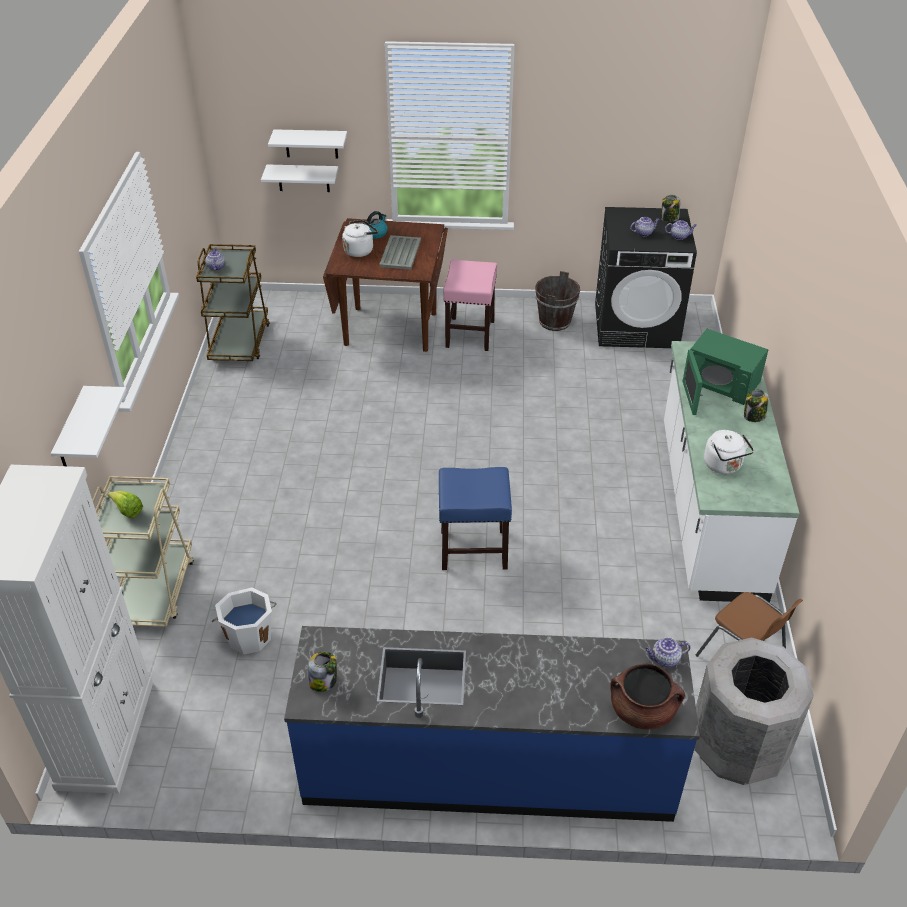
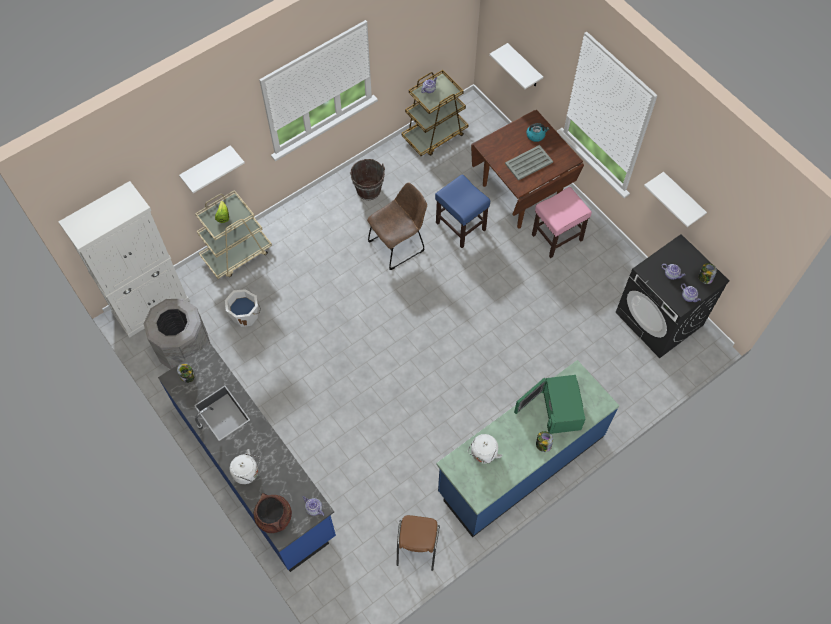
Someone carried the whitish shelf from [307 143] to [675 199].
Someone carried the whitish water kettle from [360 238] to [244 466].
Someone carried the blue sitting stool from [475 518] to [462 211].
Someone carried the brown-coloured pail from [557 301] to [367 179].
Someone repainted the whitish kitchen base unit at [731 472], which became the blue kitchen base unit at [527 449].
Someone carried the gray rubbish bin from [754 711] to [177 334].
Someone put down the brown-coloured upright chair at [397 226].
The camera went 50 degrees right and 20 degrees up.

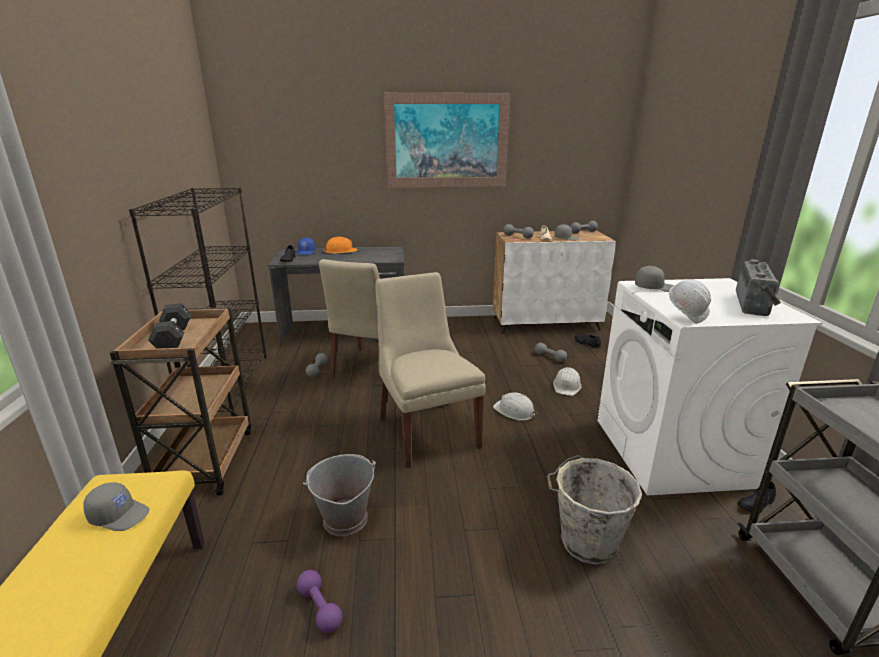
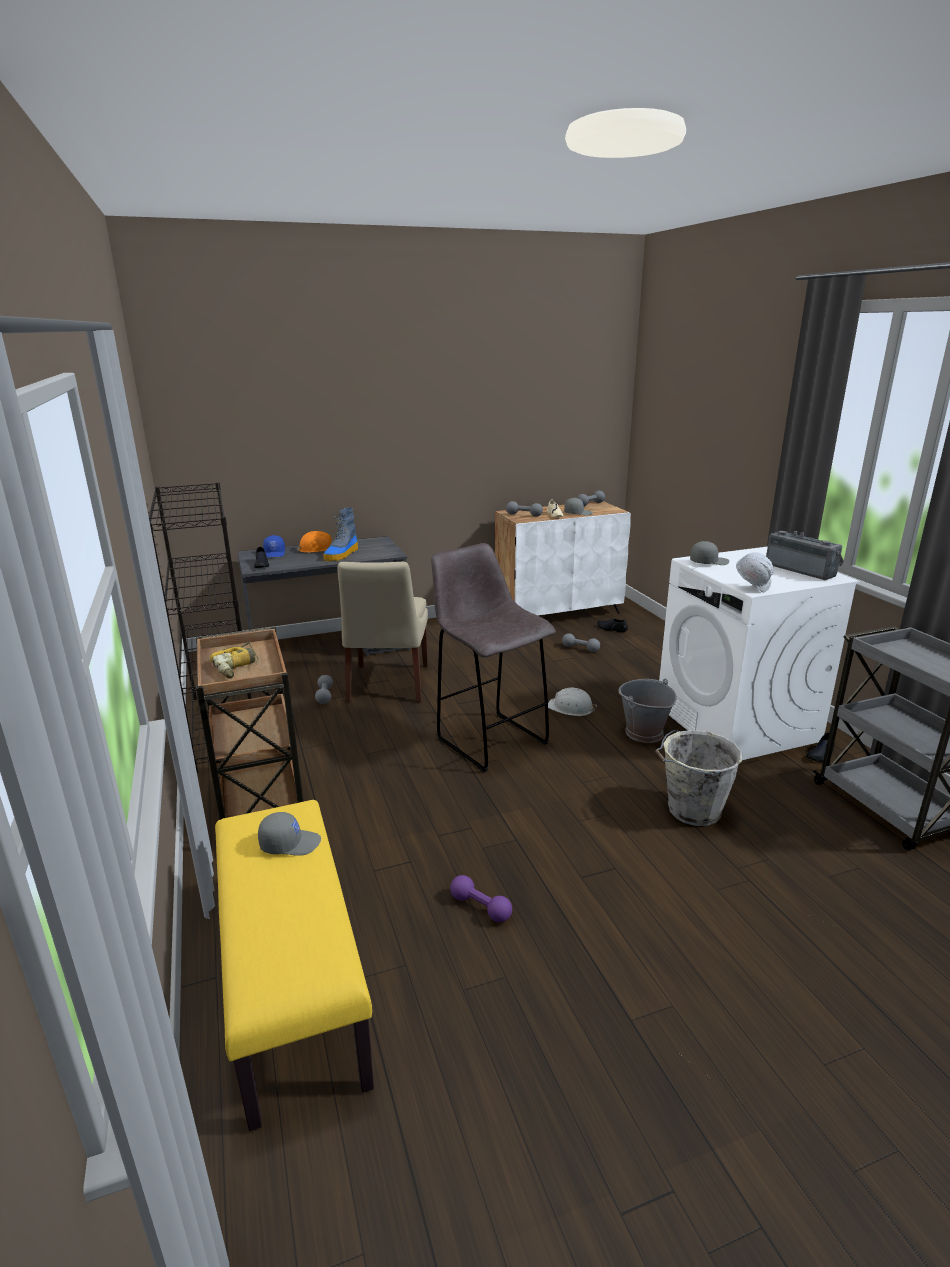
Someone swapped the black hand weight at [170 326] for the power drill at [234 660].
Someone carried the gray pail from [339 495] to [647 711].
Someone swapped the beige-coloured upright chair at [430 370] for the gray sitting stool at [493 657].
Someone took away the wall art at [447 140].
Someone took away the whitish safety helmet at [567 381].
Someone rotated the radio at [758 288] by 45 degrees counterclockwise.
Someone put down the boot at [340 534].
The camera went 15 degrees left and 0 degrees up.

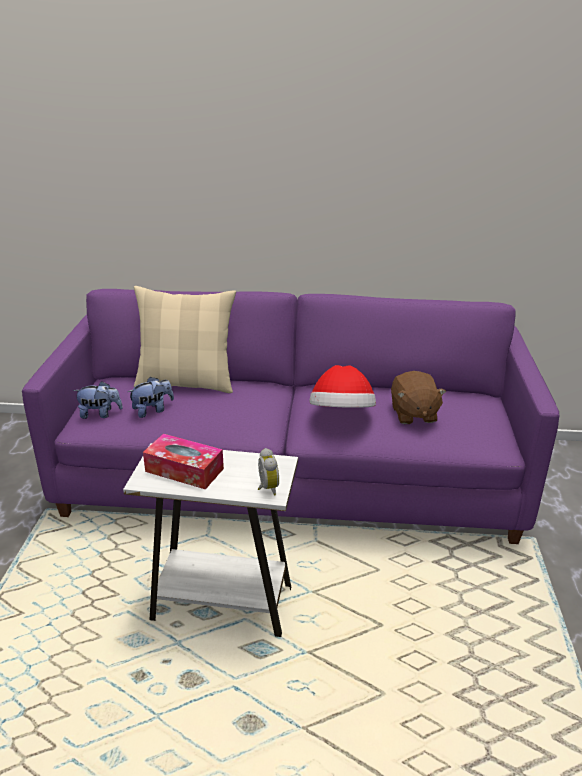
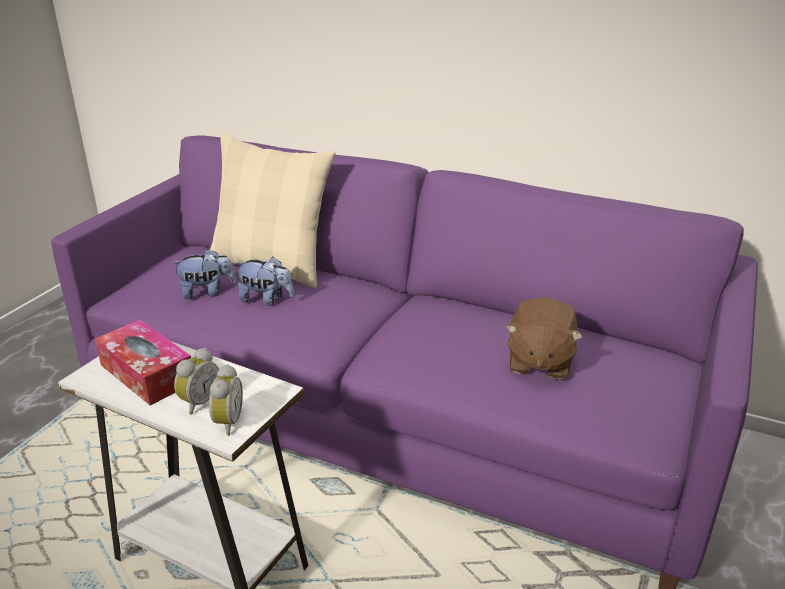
Someone carried the cuddly toy from [98 400] to [264 281].
Someone took away the hat at [343 386].
Someone put down the table clock at [196 381].
The camera went 20 degrees right and 0 degrees up.

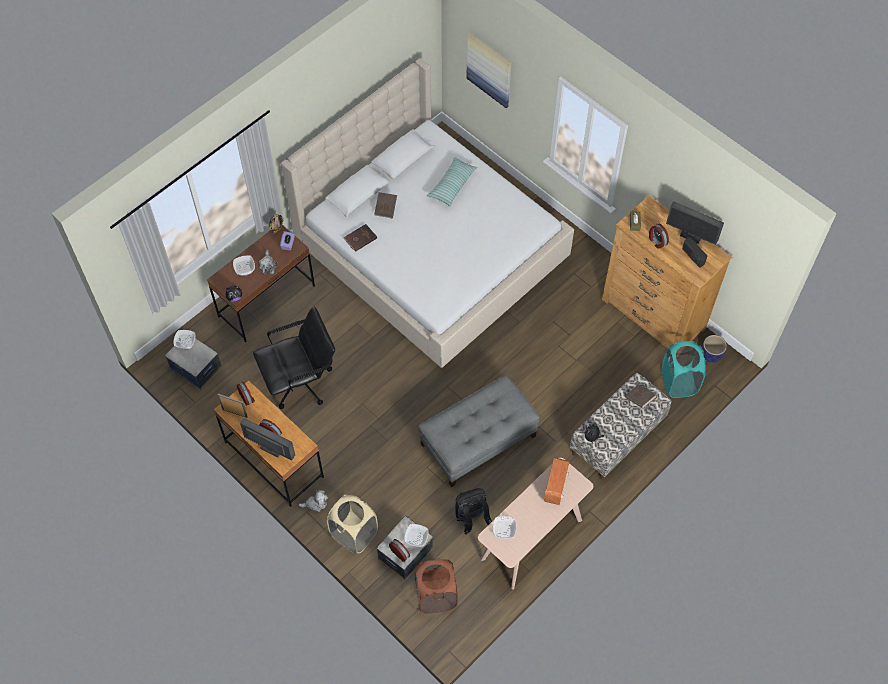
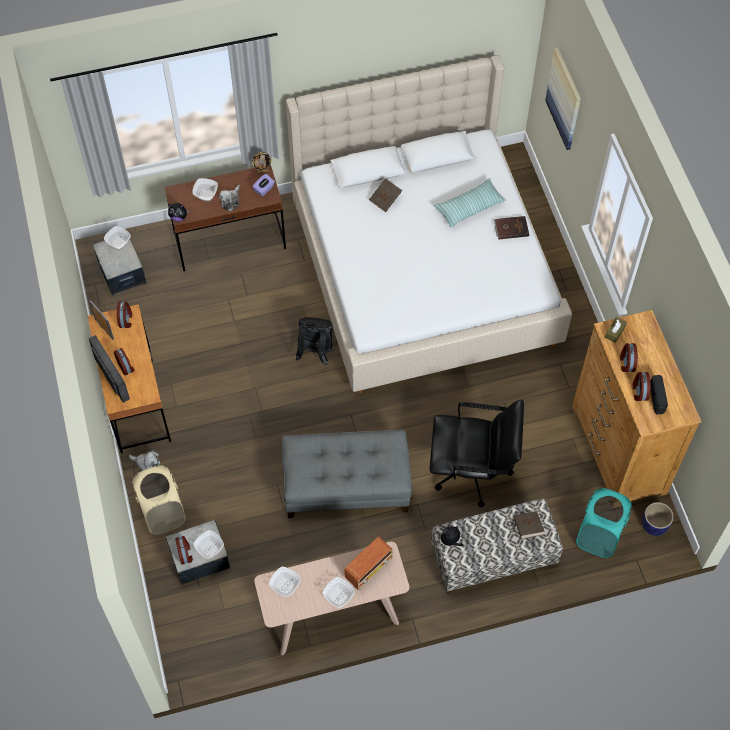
Someone carried the black office chair from [294 358] to [477 453].
Someone carried the brown-coloured book from [360 238] to [511 227].
Someone took away the brown-coloured washing basket at [436 586].
Someone carried the black rucksack from [473 511] to [315 341].
Someone took away the monitor at [695 223].
Someone put down the deep dish at [338 592].
Someone put down the table clock at [641 386].
The camera went 30 degrees right and 0 degrees up.

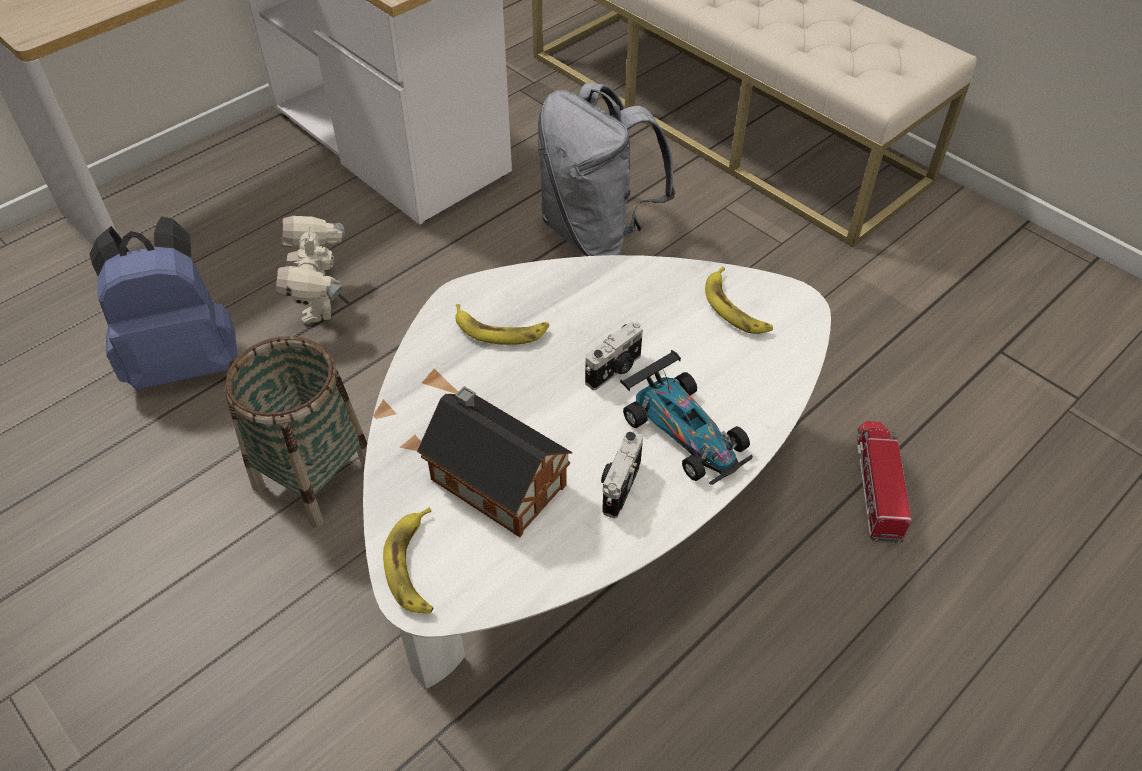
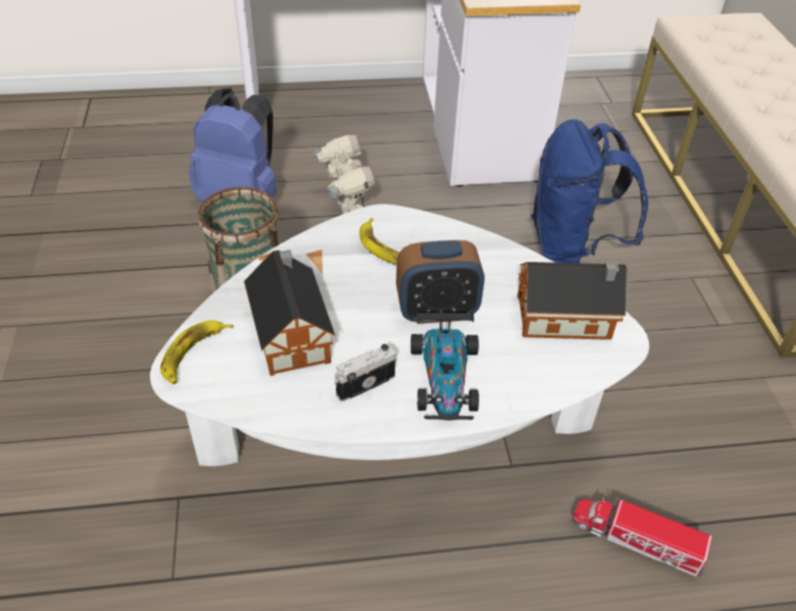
Someone rotated the robot figure at [310 269] by 135 degrees clockwise.
Someone repainted the gray rucksack at [606 169], which became the blue rucksack at [589 191].
Someone swapped the still camera at [614 355] for the table clock at [440 282].
Someone swapped the banana at [739 300] for the miniature house at [572 301].
Someone rotated the model truck at [884 482] by 105 degrees counterclockwise.
The camera went 35 degrees right and 5 degrees down.

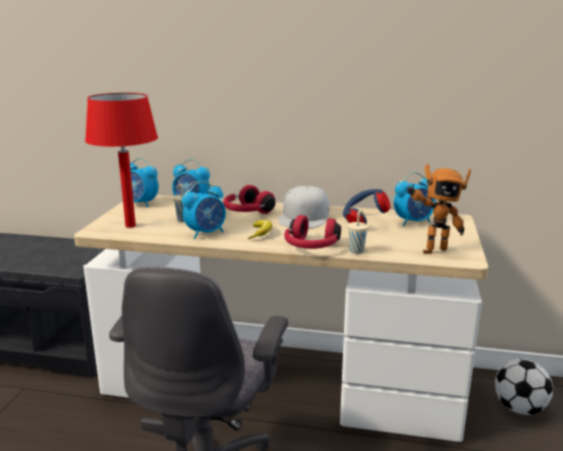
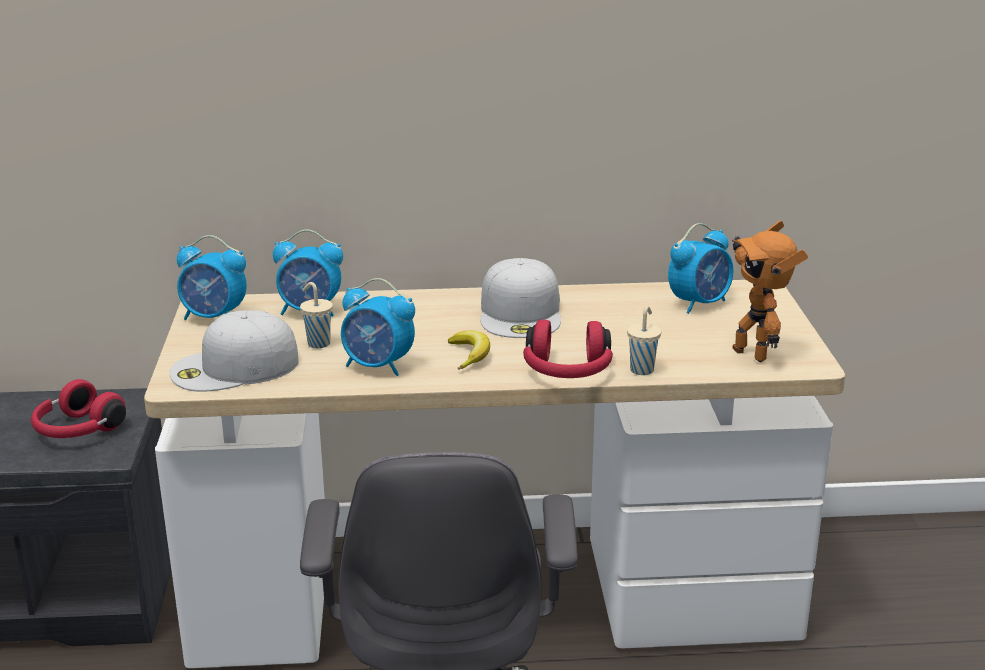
Someone swapped the reddish lamp for a table at [121 160] for the whitish cap at [234 351].
Someone rotated the table clock at [204 210] by 75 degrees clockwise.
Someone carried the reddish headphones from [249 199] to [78 408].
Someone took away the blue headphones at [366 206].
Someone rotated the robot figure at [438 209] by 90 degrees clockwise.
Someone took away the football at [524 387].
The camera went 15 degrees left and 5 degrees up.

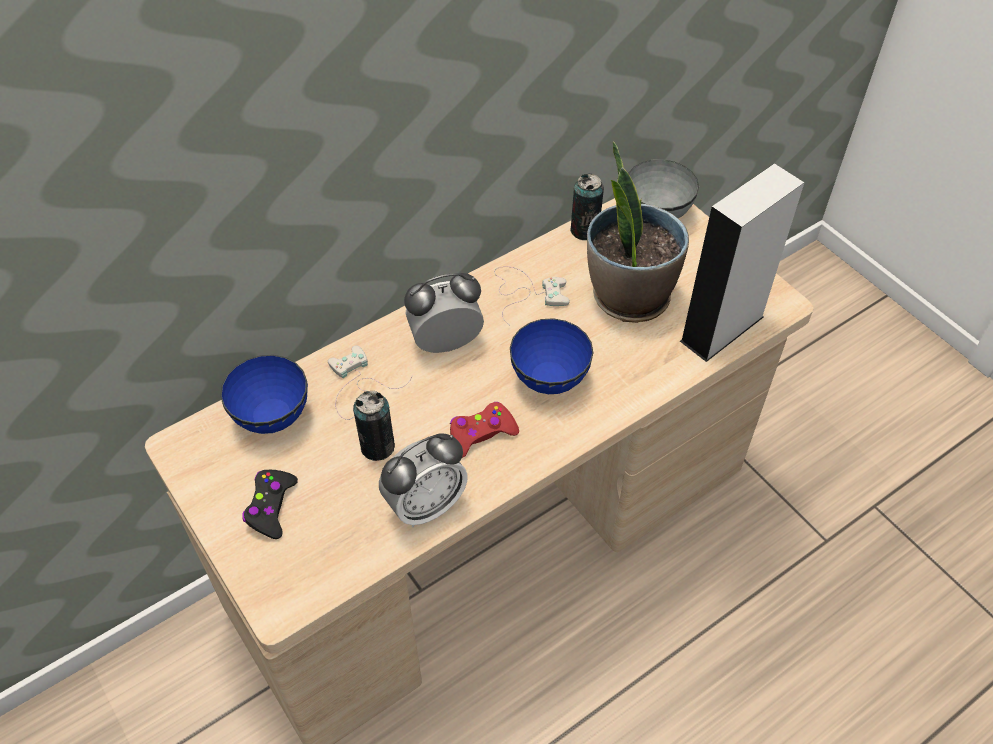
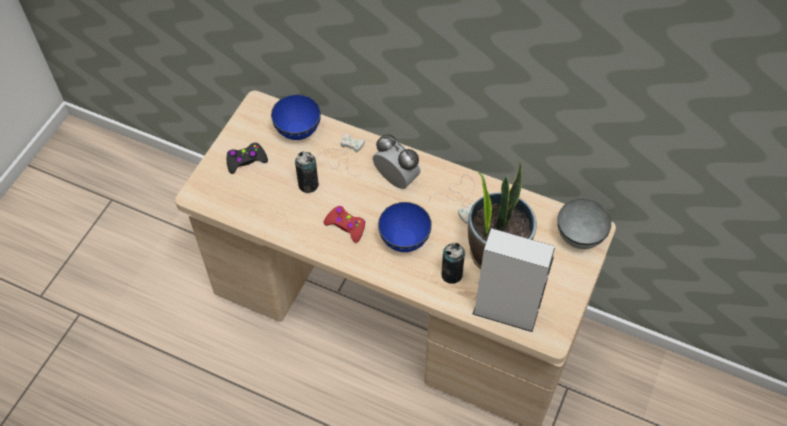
Someone took away the table clock at [423 480].
Someone carried the sealed can from [587 206] to [453 263].
The camera went 60 degrees right and 5 degrees up.

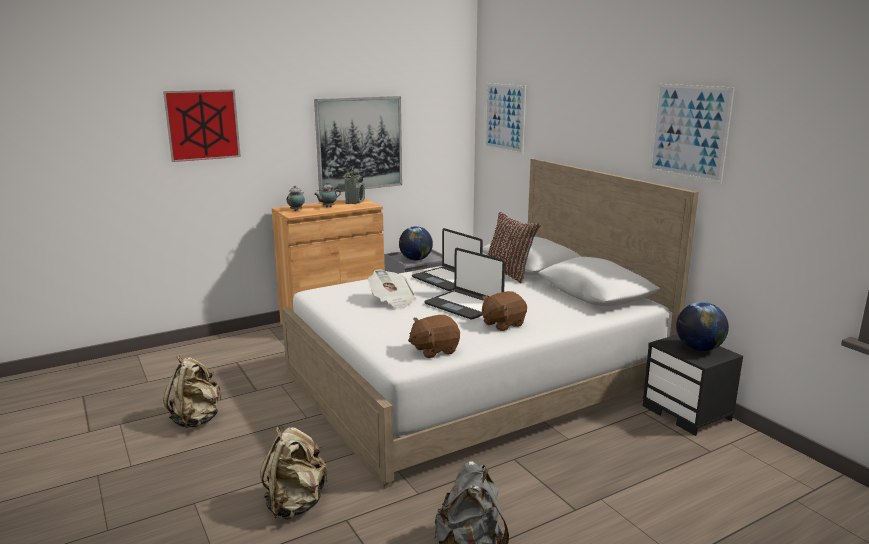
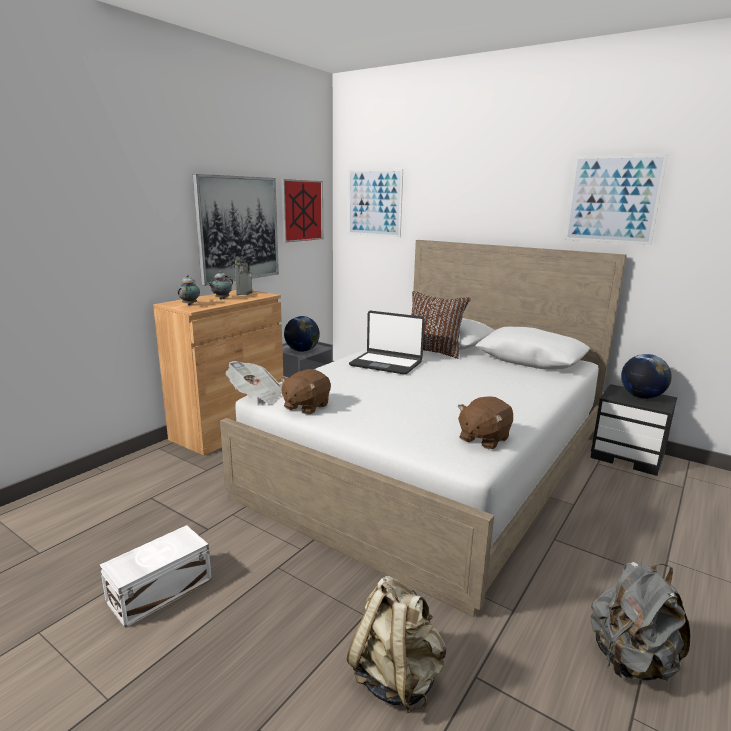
Someone carried the wall art from [202 126] to [302 210].
Someone swapped the beige-coloured rucksack at [192 392] for the whitish storage bin at [156 576].
Someone carried the daily paper from [392 289] to [254 382].
Someone took away the notebook computer at [464 284].
Someone carried the brown-coloured cuddly toy from [504 311] to [305 392].
The camera went 25 degrees left and 0 degrees up.

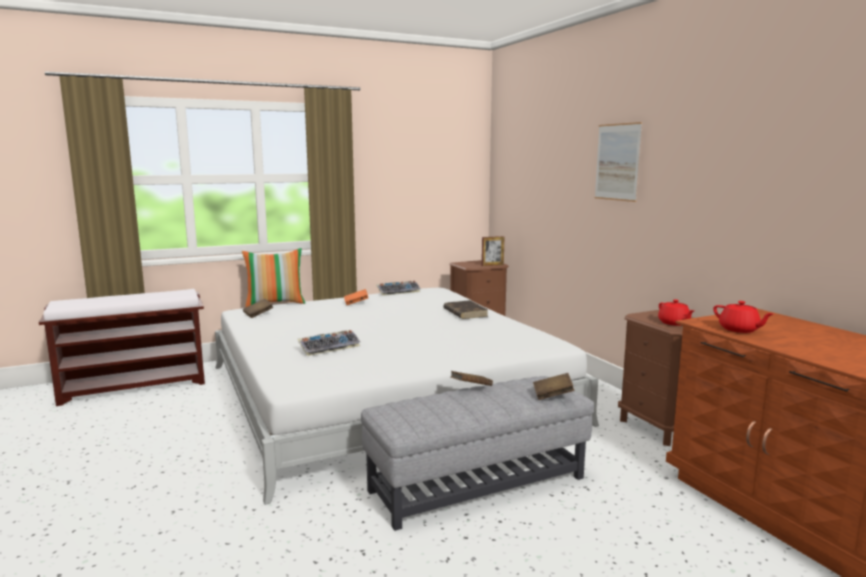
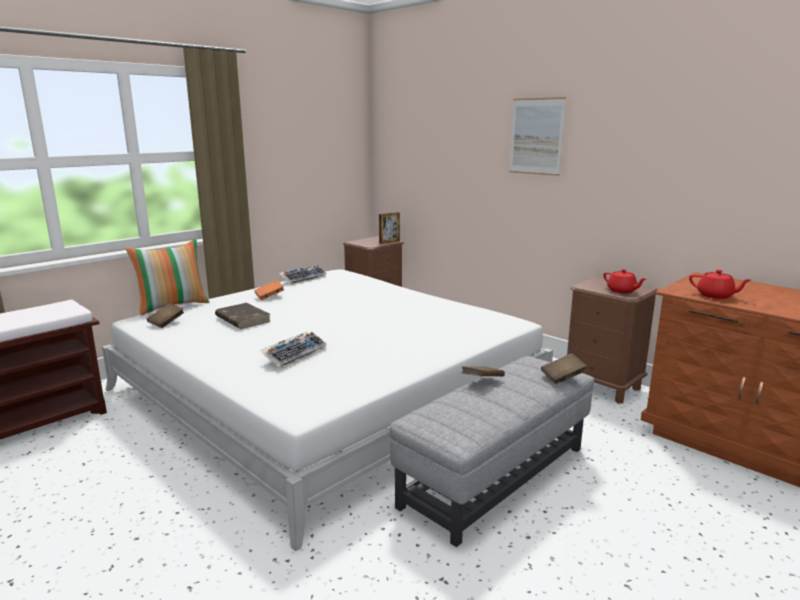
Someone carried the brown-coloured book from [466 309] to [243 316].
The camera went 20 degrees left and 5 degrees up.

